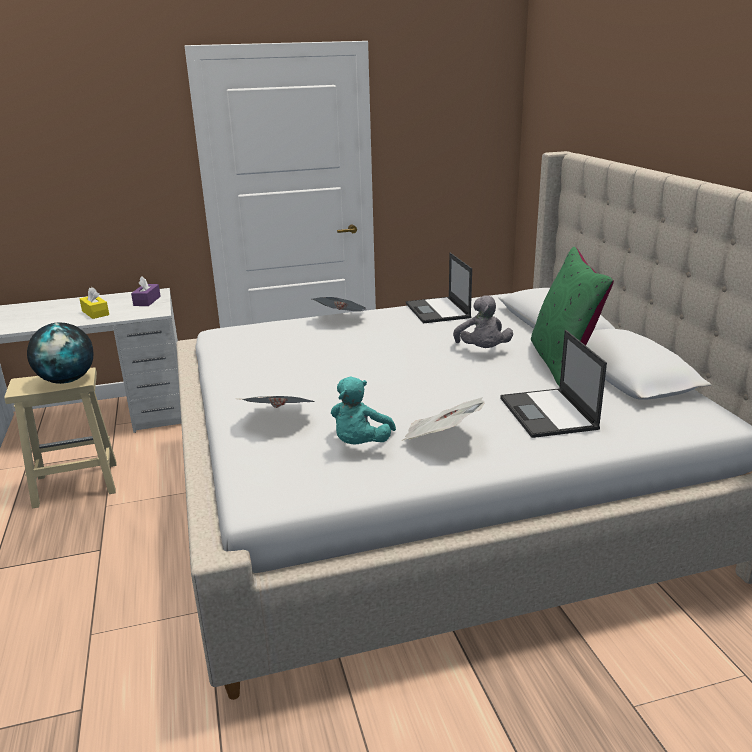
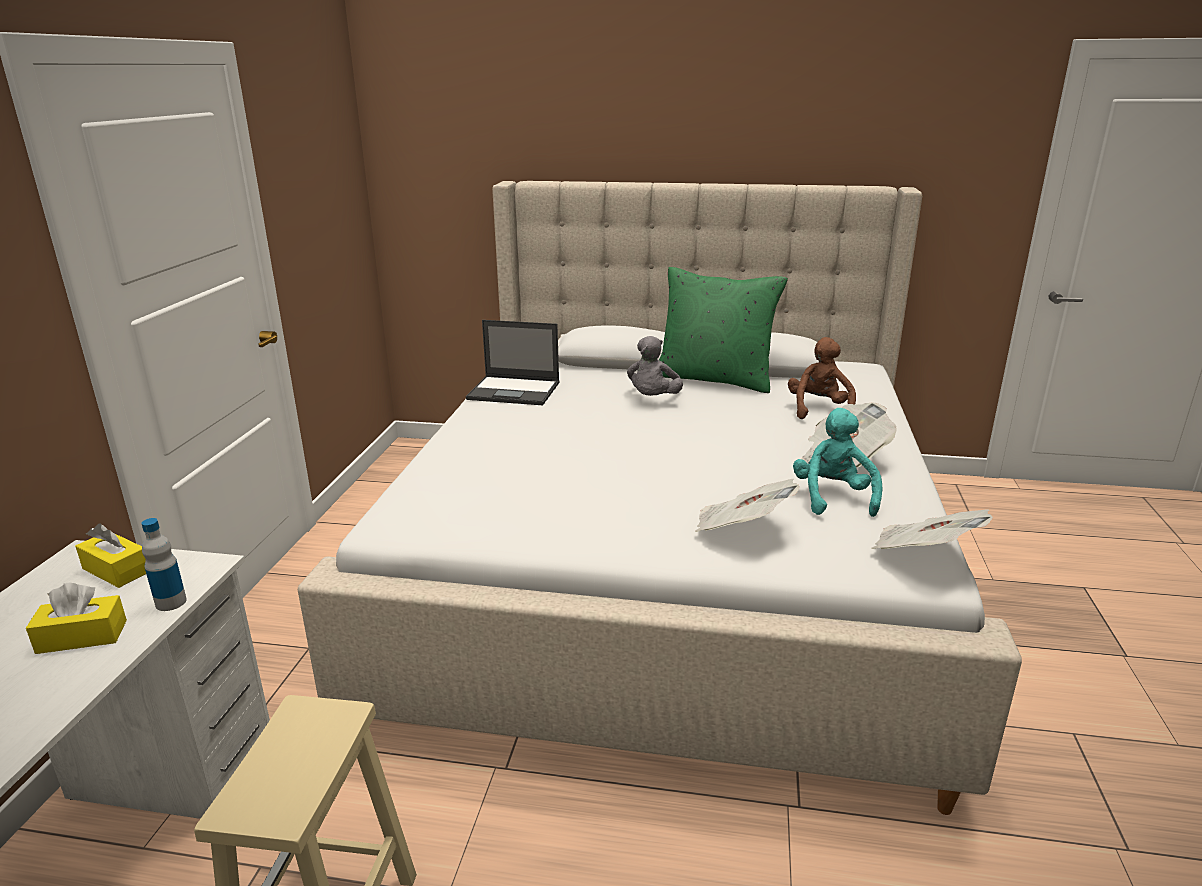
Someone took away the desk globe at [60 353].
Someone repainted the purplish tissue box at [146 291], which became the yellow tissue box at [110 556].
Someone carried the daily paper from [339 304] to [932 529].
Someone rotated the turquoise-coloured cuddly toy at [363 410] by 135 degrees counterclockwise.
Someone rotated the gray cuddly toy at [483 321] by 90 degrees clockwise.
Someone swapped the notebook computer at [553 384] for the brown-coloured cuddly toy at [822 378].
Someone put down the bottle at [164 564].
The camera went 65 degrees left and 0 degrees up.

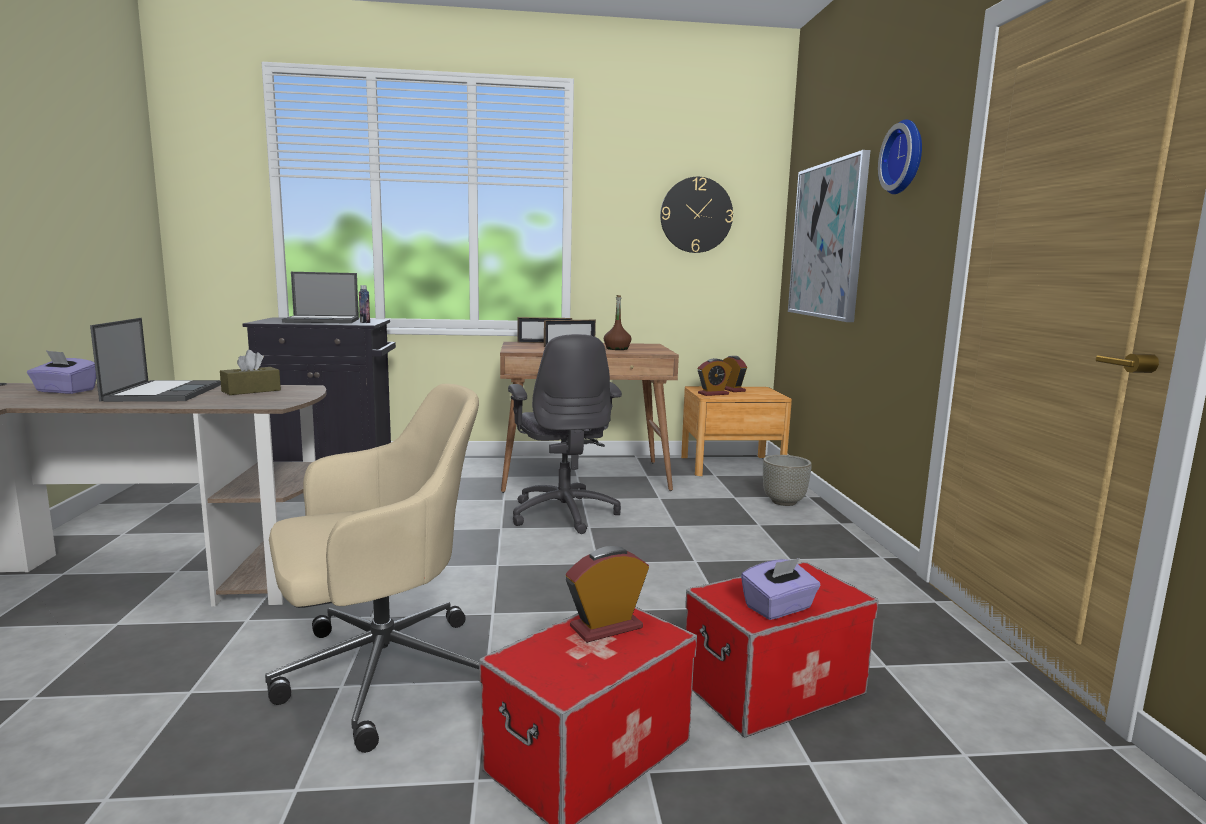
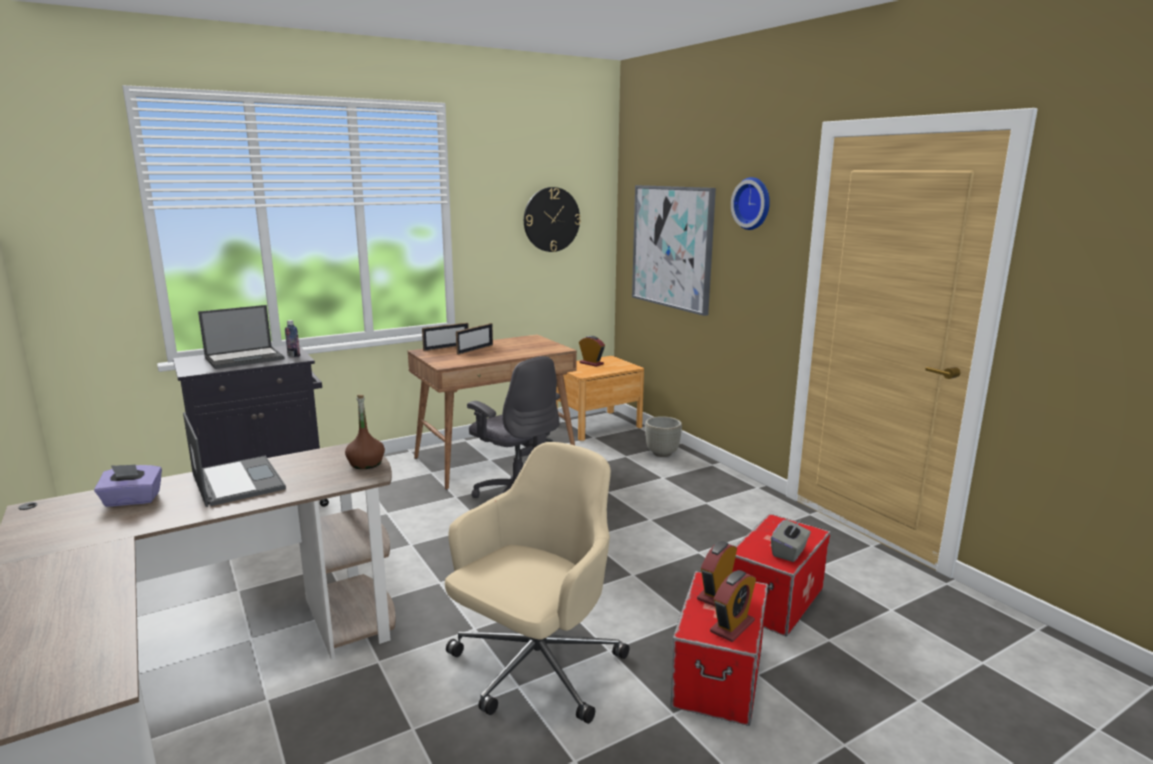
Someone took away the brown-coloured tissue box at [250 372].
Someone carried the brown-coloured bottle from [617 322] to [365 432].
Someone carried the table clock from [715 377] to [733 606].
Someone repainted the purplish tissue box at [781 589], which became the gray tissue box at [791 541].
The camera went 25 degrees left and 5 degrees up.

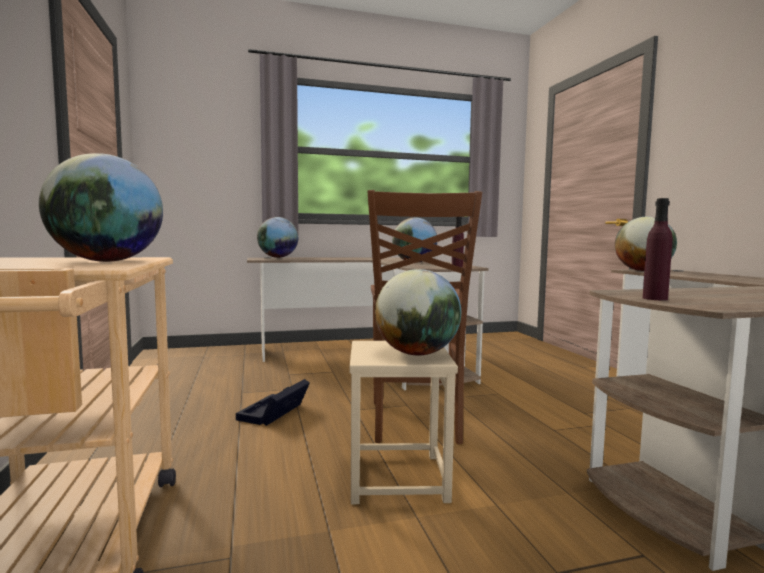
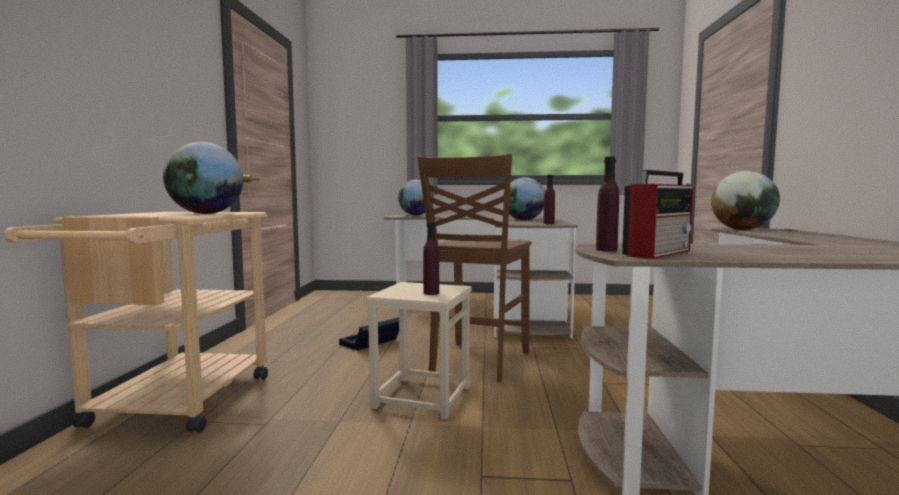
Someone swapped the desk globe at [418 312] for the purplish bottle at [431 258].
Someone put down the radio at [657 214].
The camera went 20 degrees right and 0 degrees up.

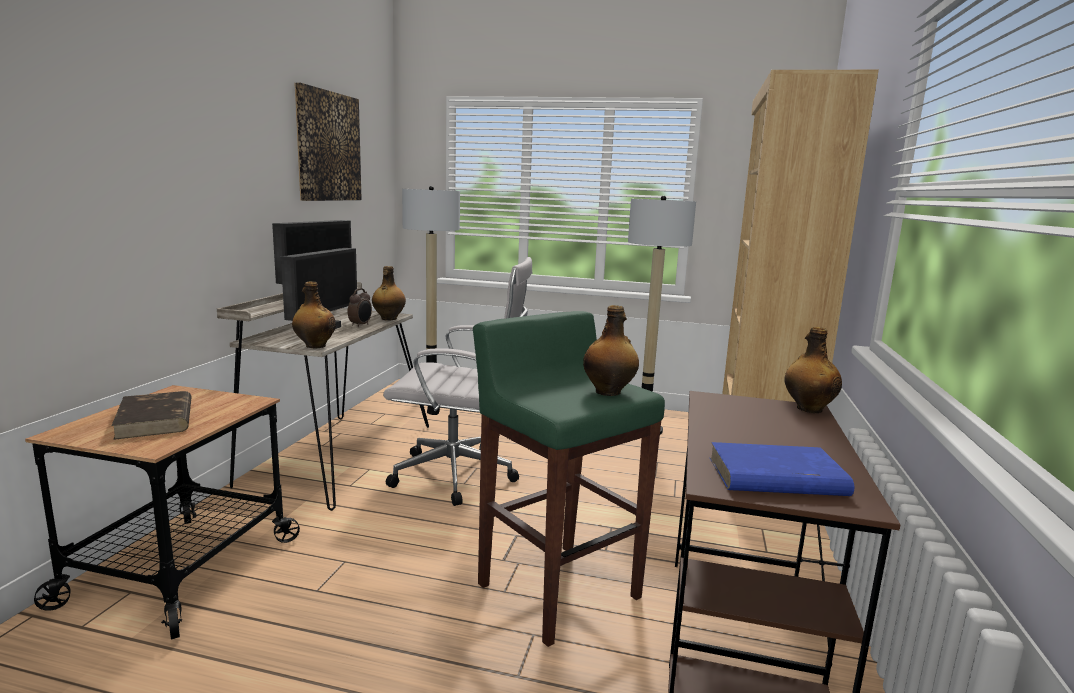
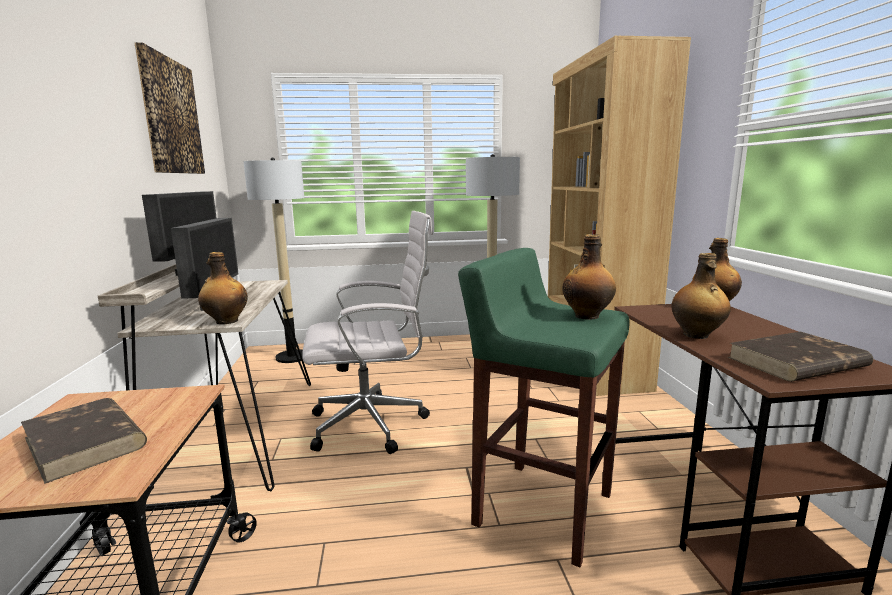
Someone took away the table clock at [360 307].
Someone carried the bottle from [389 293] to [701 296].
Someone repainted the blue book at [782 469], which became the brown-coloured book at [800 357].
The camera went 20 degrees left and 0 degrees up.

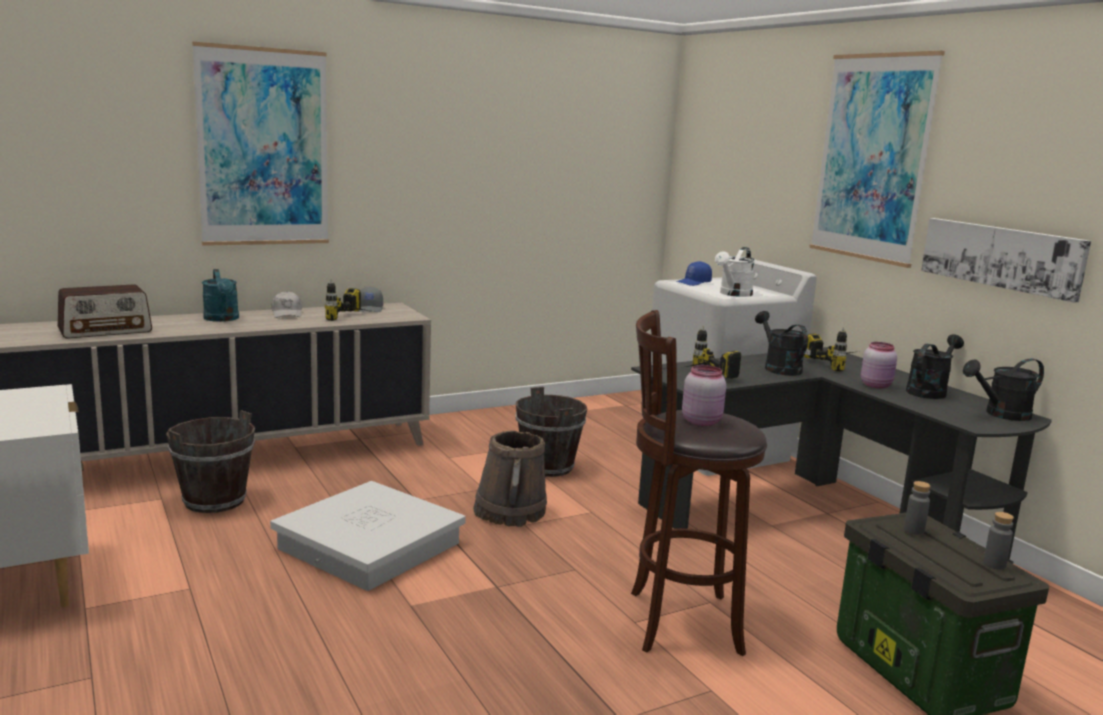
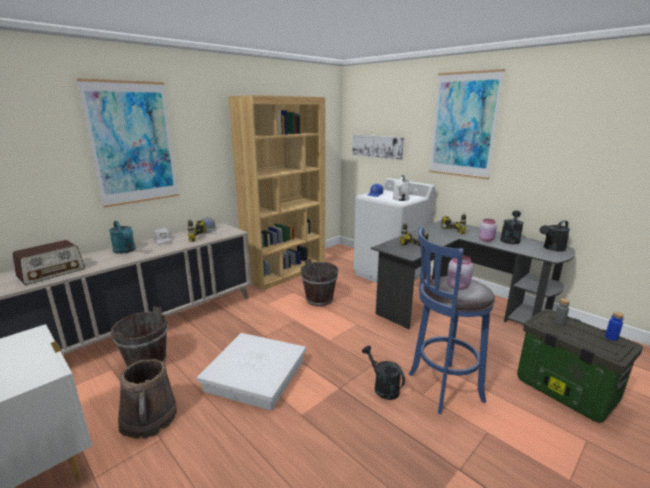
Someone carried the brown-coloured pail from [510 478] to [147 399].
Someone repainted the brown-coloured sitting stool at [699 483], which became the blue sitting stool at [452 320].
Someone carried the black watering can from [781 343] to [383 373].
Someone carried the wall art from [1006 260] to [378 147].
Someone repainted the gray bottle at [998 541], which became the blue bottle at [614 326].
Someone put down the brown-coloured bookshelf at [276 192].
The camera went 15 degrees left and 5 degrees up.

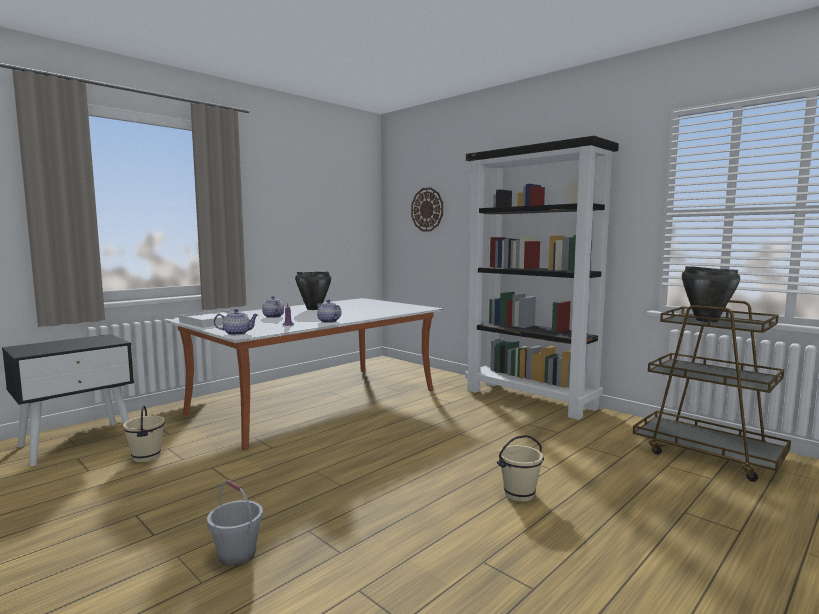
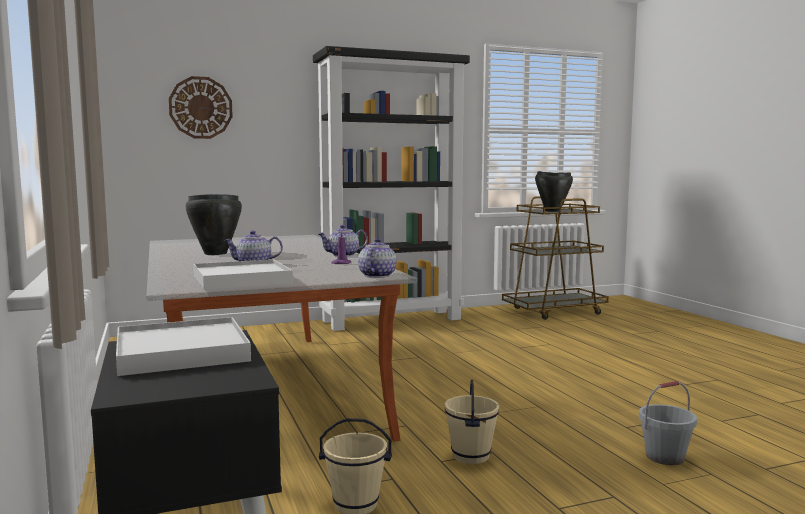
Someone carried the beige-coloured pail from [520 468] to [472 422].
Someone put down the whitish serving tray at [183 346].
The camera went 65 degrees left and 0 degrees up.

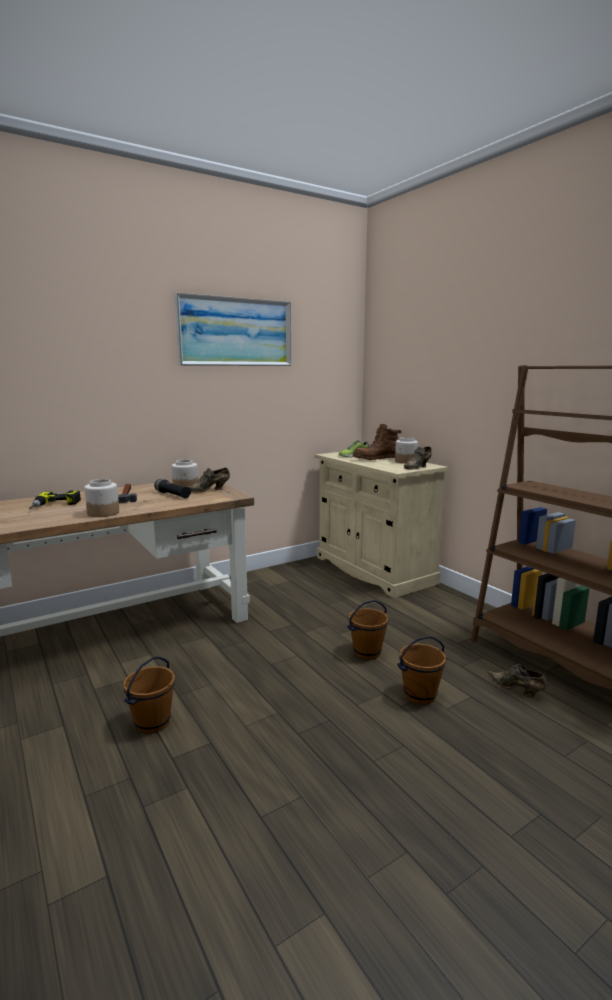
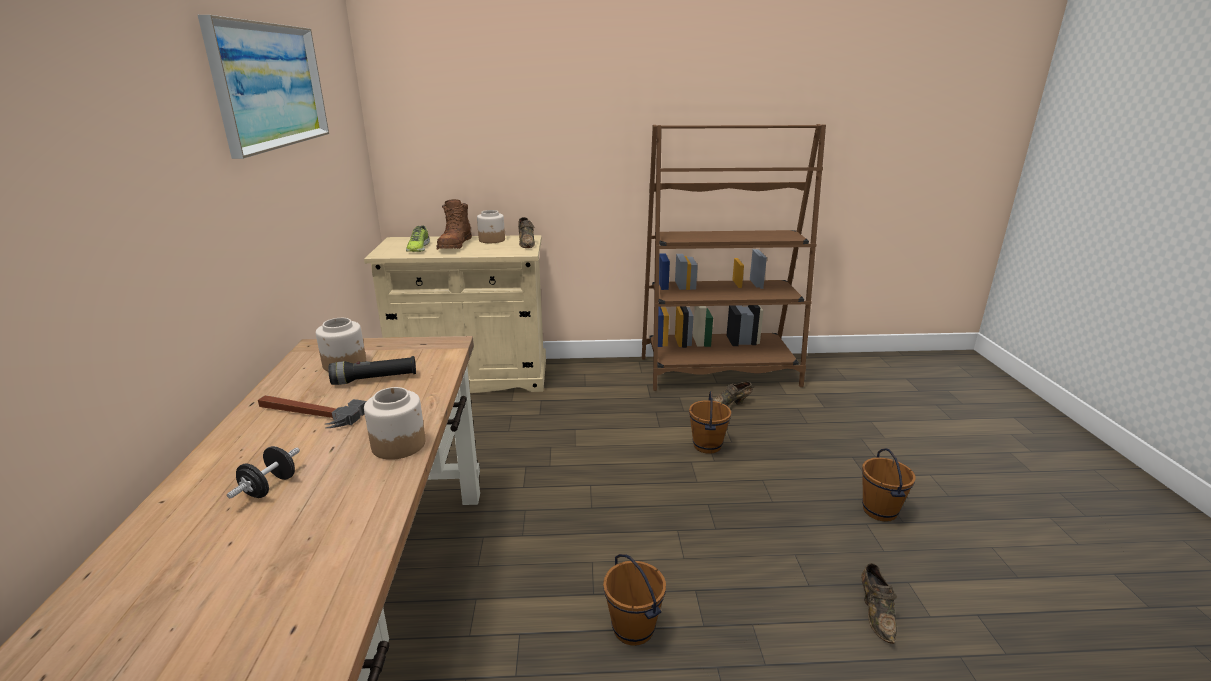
Someone swapped the power drill at [54 500] for the black hand weight at [263 472].
Someone carried the brown-coloured item of footwear from [208 480] to [879 603].
Someone carried the brown-coloured pail from [368 630] to [889 485].
The camera went 60 degrees left and 10 degrees up.

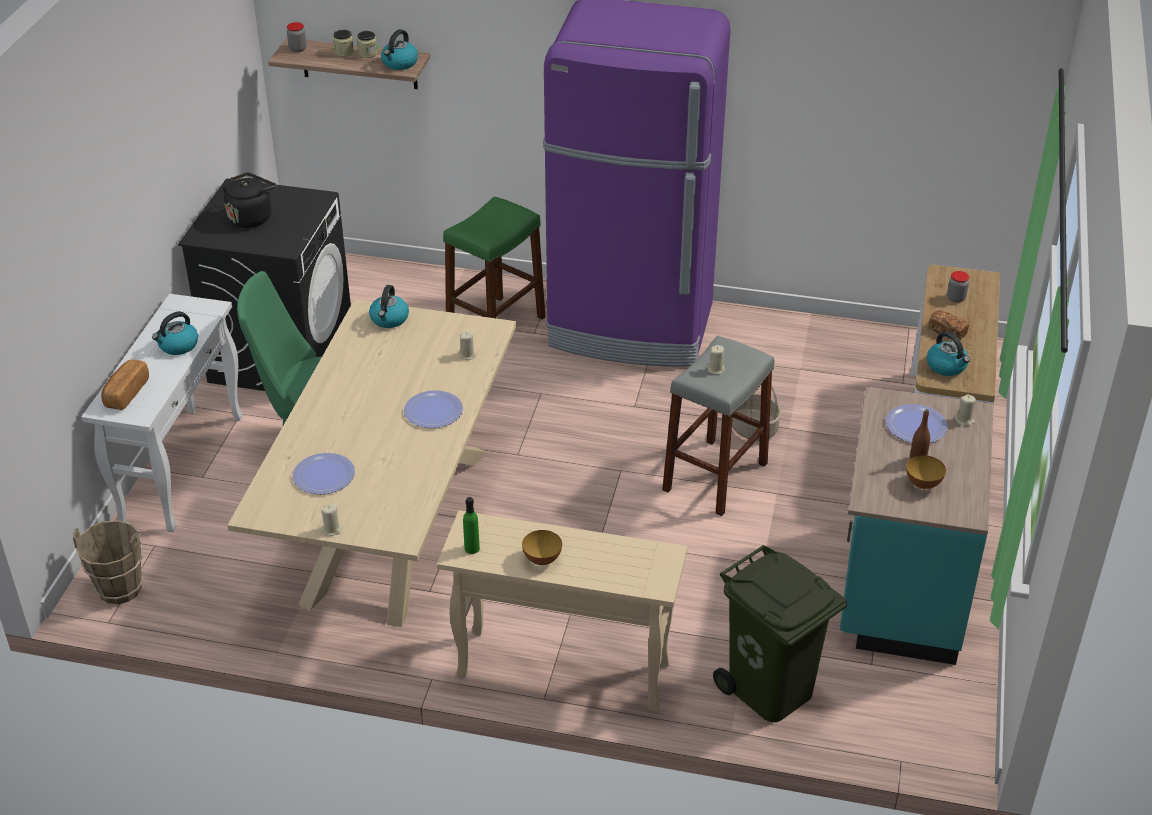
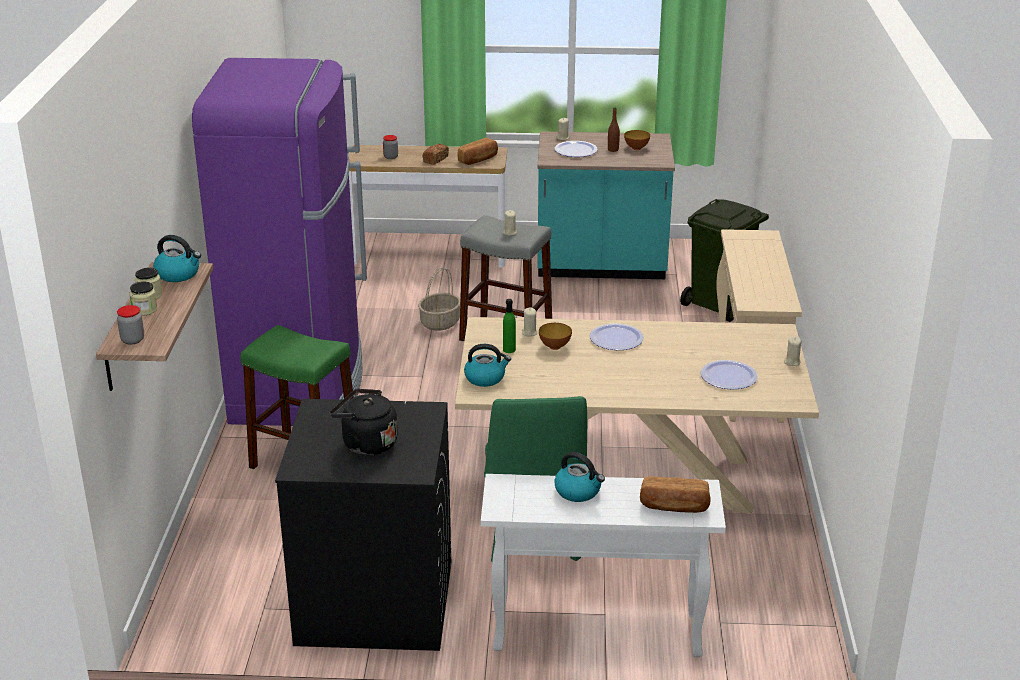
Someone took away the brown-coloured pail at [108 562].
Someone carried the greenish bottle from [471 525] to [509 326].
Someone carried the deep dish from [542 547] to [555 336].
Someone swapped the water kettle at [948 353] for the bread at [478 151].
The camera went 100 degrees left and 10 degrees down.

